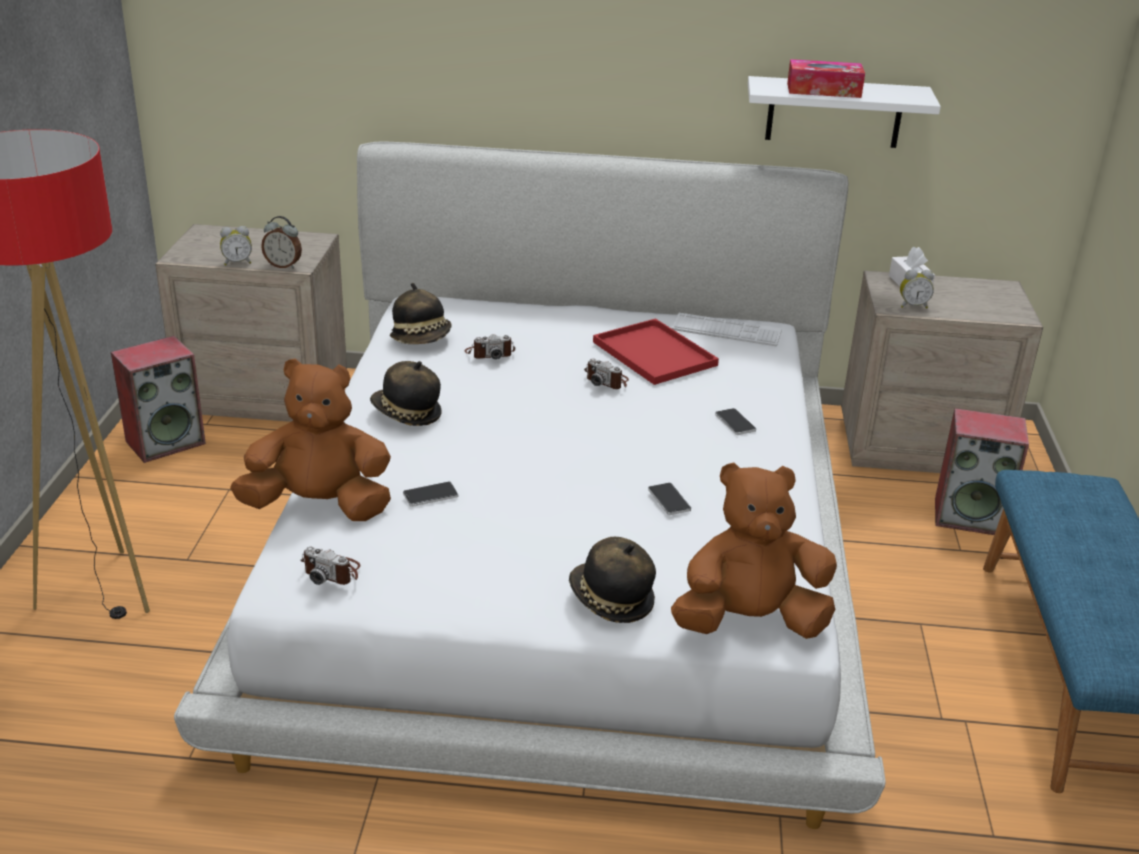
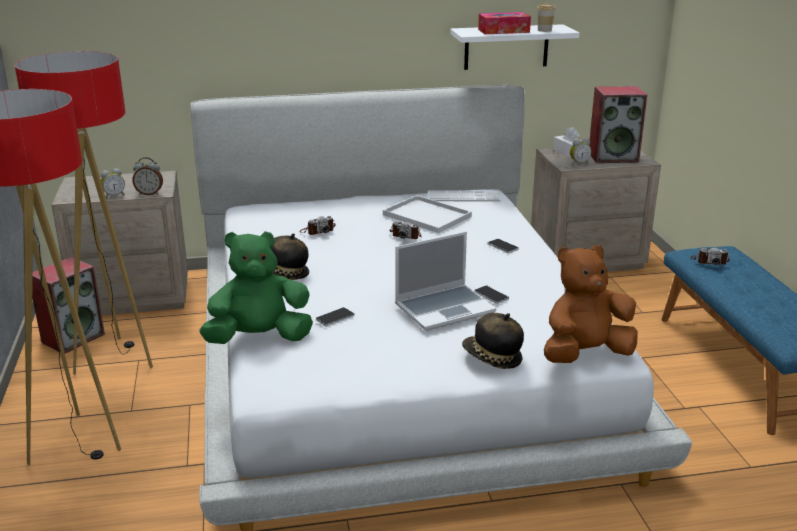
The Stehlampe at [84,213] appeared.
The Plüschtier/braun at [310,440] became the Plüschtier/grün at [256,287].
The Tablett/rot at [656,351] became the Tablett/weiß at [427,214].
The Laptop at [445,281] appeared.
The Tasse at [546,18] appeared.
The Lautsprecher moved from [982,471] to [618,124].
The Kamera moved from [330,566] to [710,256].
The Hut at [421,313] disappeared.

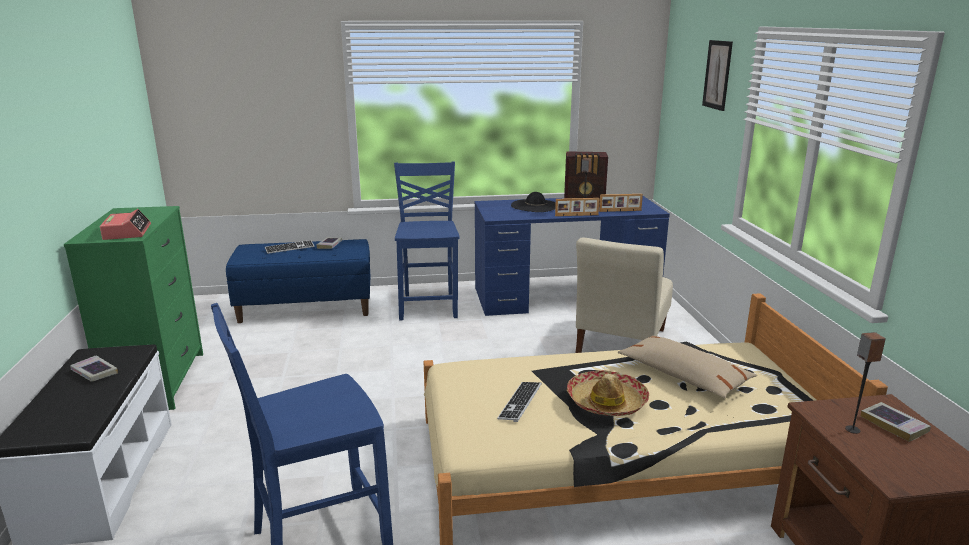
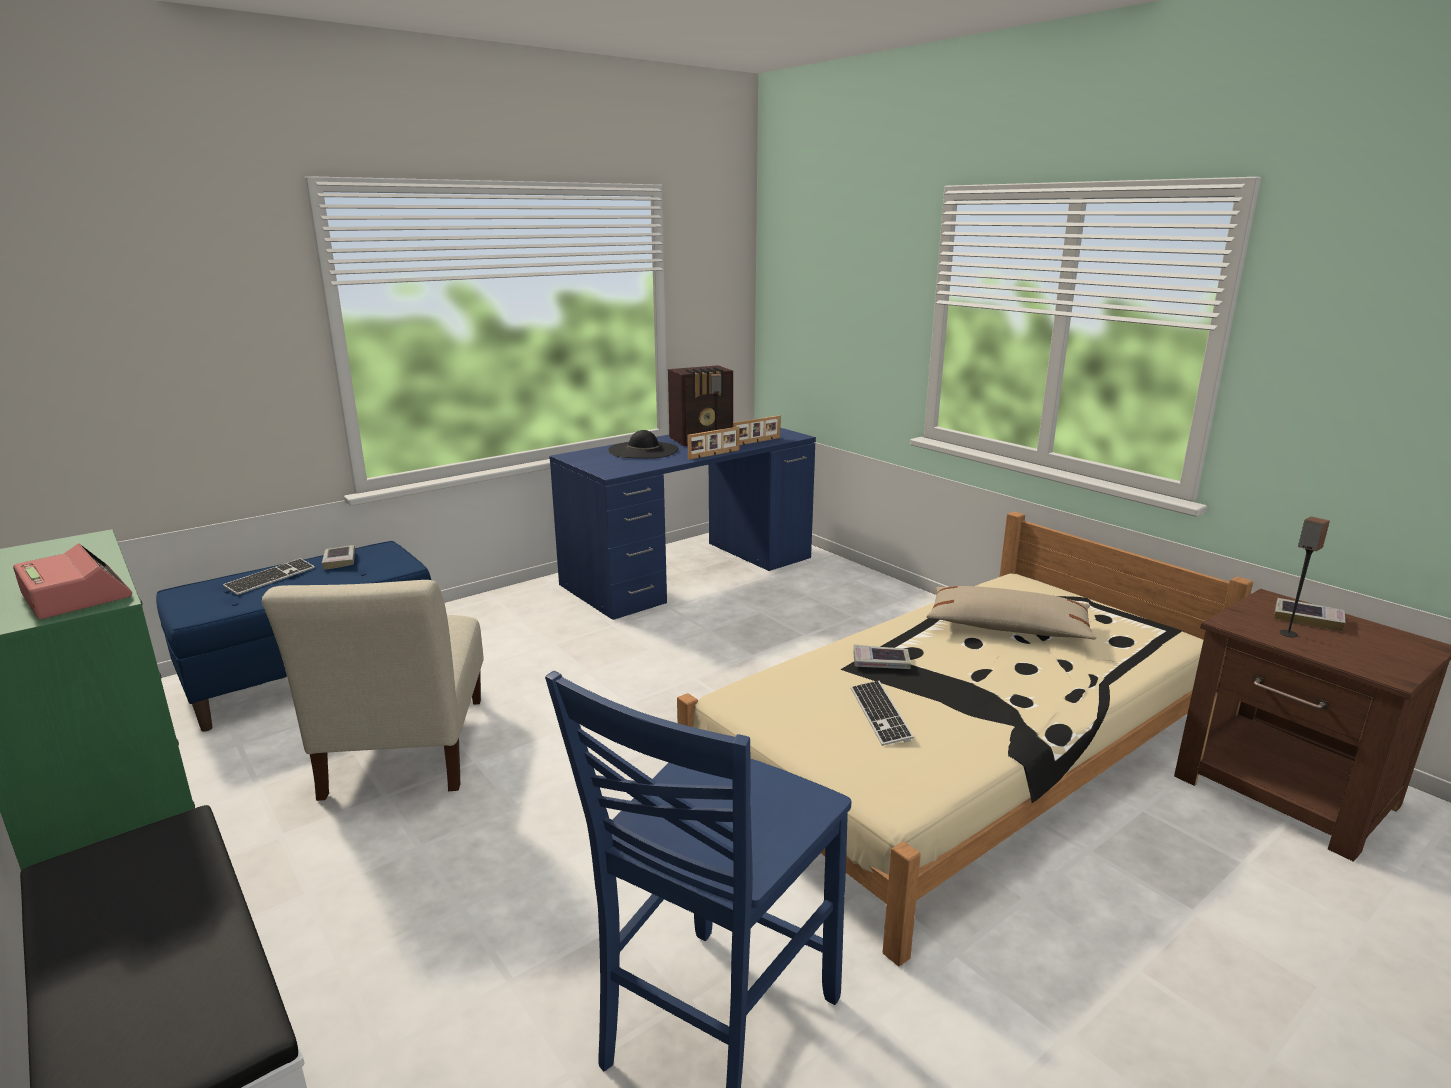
The Stuhl/beige moved from [624,295] to [373,690].
The Buch moved from [94,368] to [882,656].
The Stuhl/blau at [427,241] disappeared.
The Hut at [608,393] disappeared.
The Bild at [717,75] disappeared.

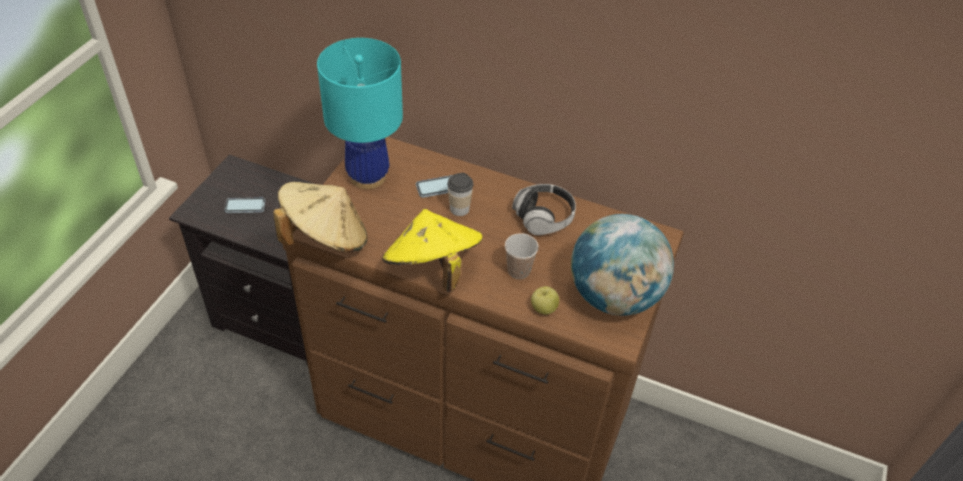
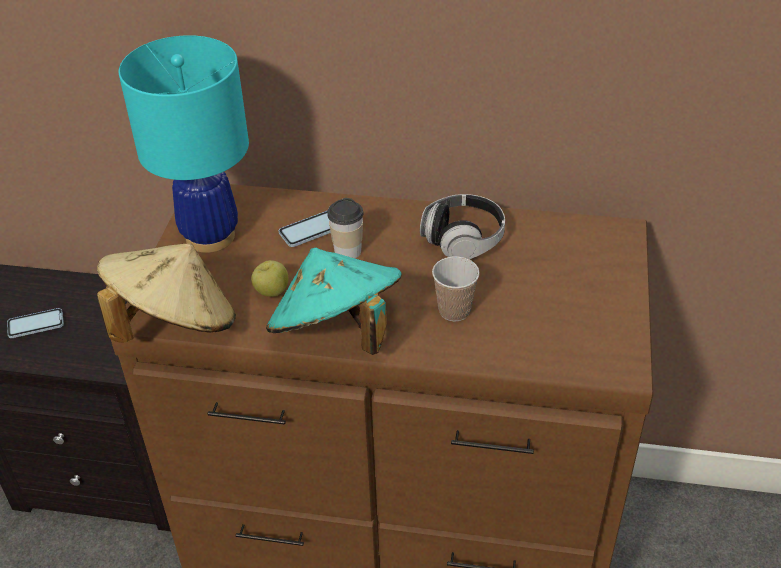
The Apfel moved from [545,300] to [269,278].
The Hut/gelb at [432,250] became the Hut/türkis at [334,301].
The Globus at [622,265] disappeared.

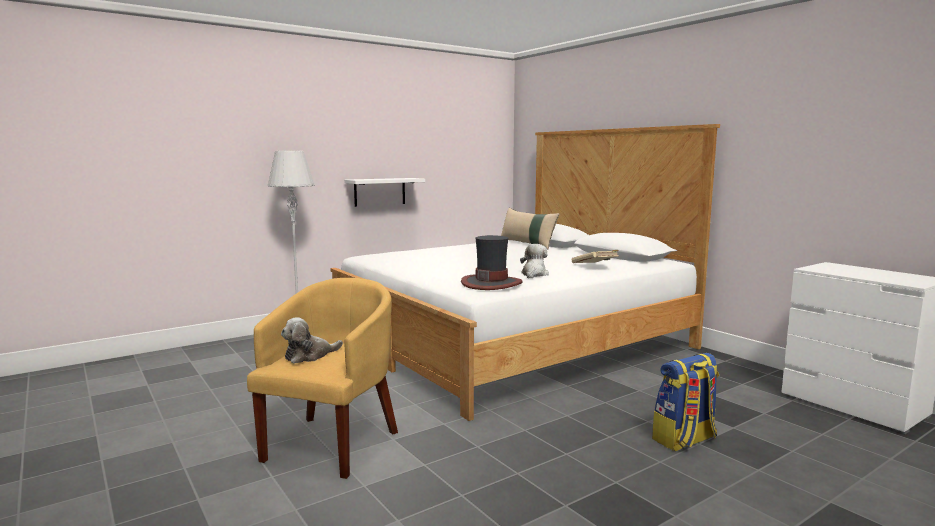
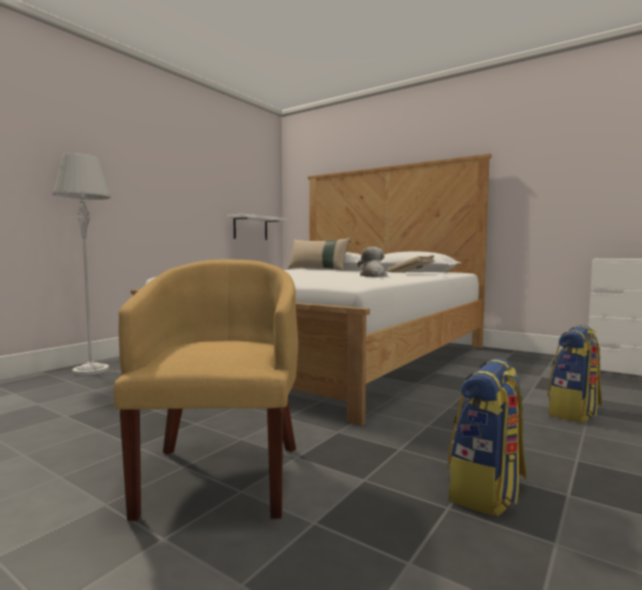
The Wandregal/weiß moved from [384,192] to [257,227].
The Rucksack at [487,437] appeared.
The Plüschtier at [312,340] disappeared.
The Hut at [491,262] disappeared.

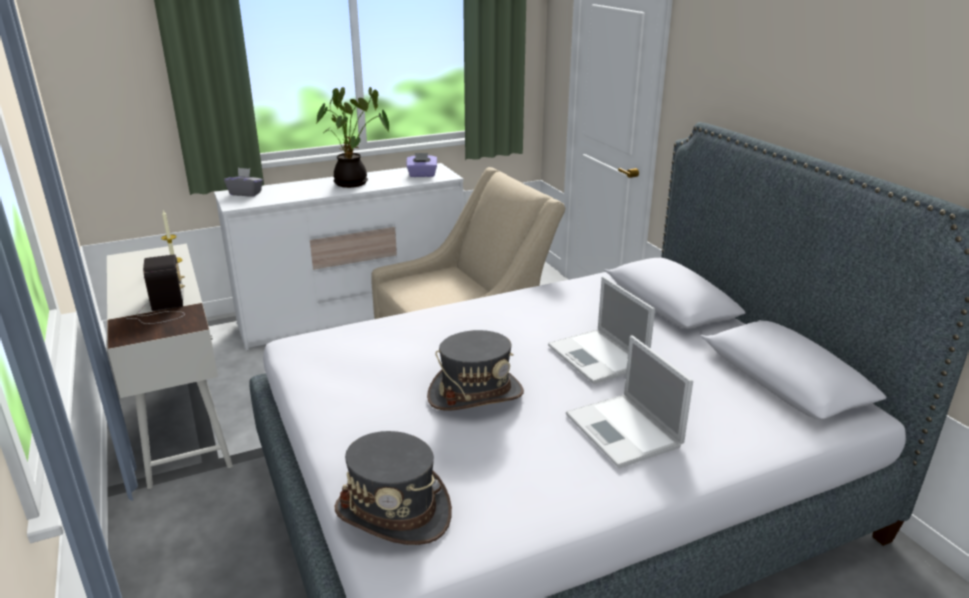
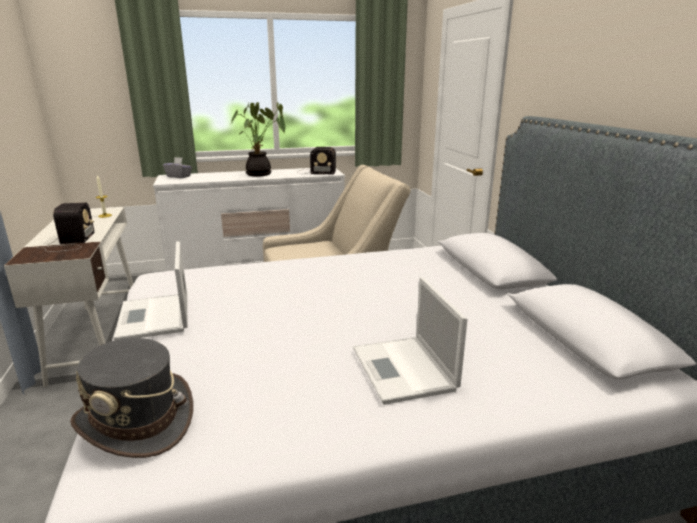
The Laptop moved from [601,330] to [150,291].
The Taschentuchbox/lila at [422,165] was replaced by the Radio at [316,160].
The Hut/grau at [475,370] disappeared.

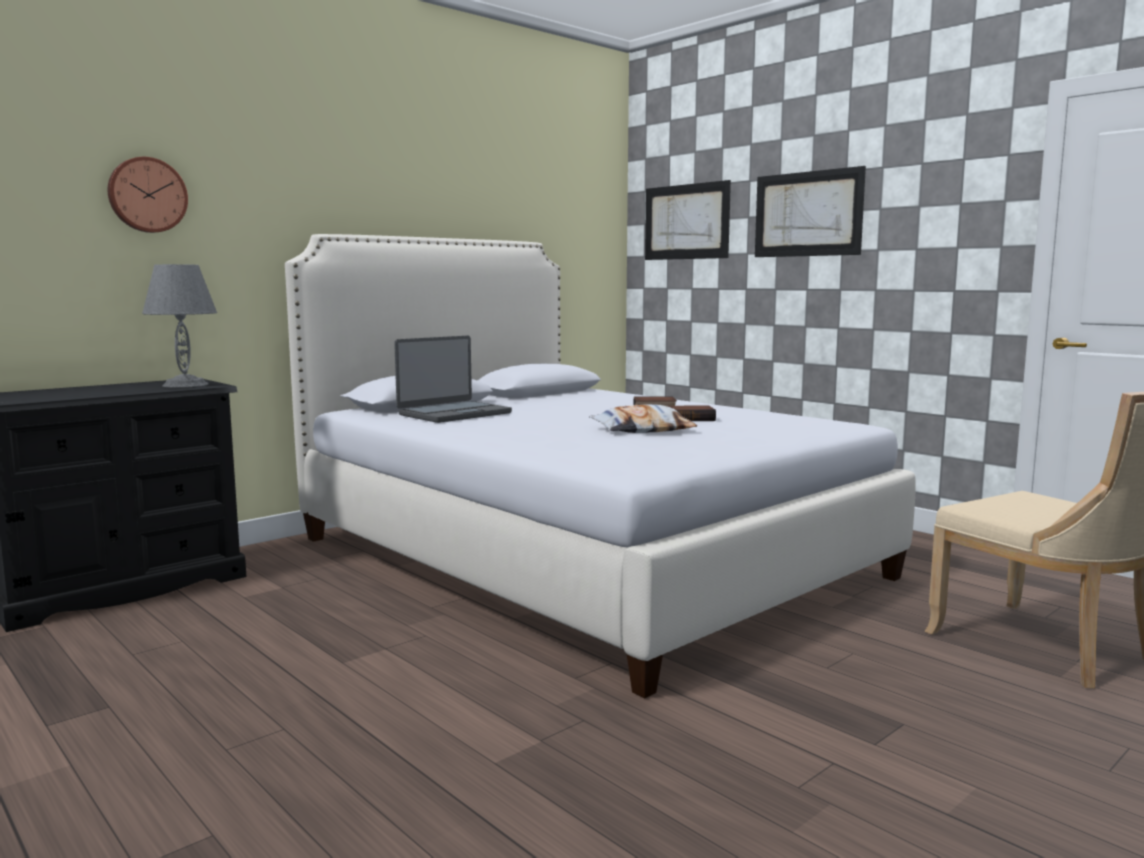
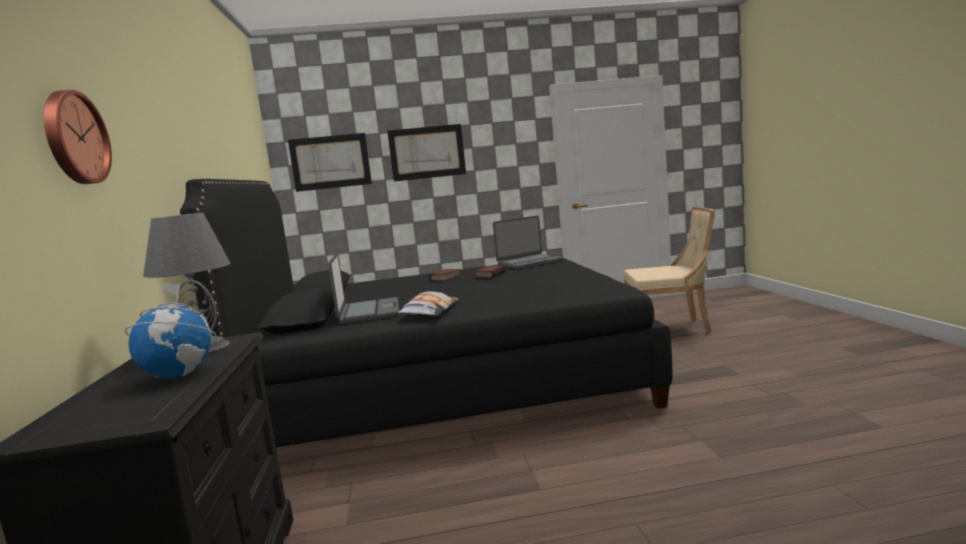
The Globus at [171,329] appeared.
The Bett/weiß at [600,466] became the Bett/schwarz at [426,313].
The Kissen moved from [643,418] to [427,303].
The Laptop at [528,242] appeared.

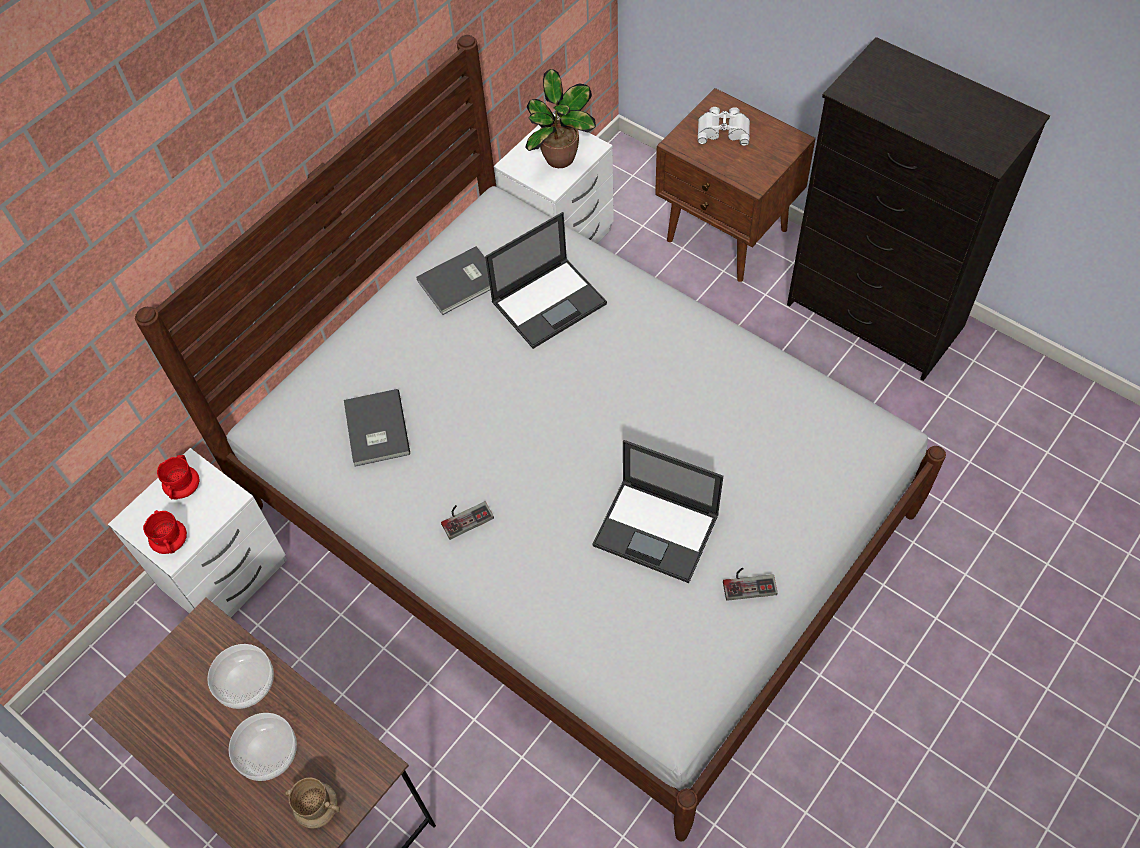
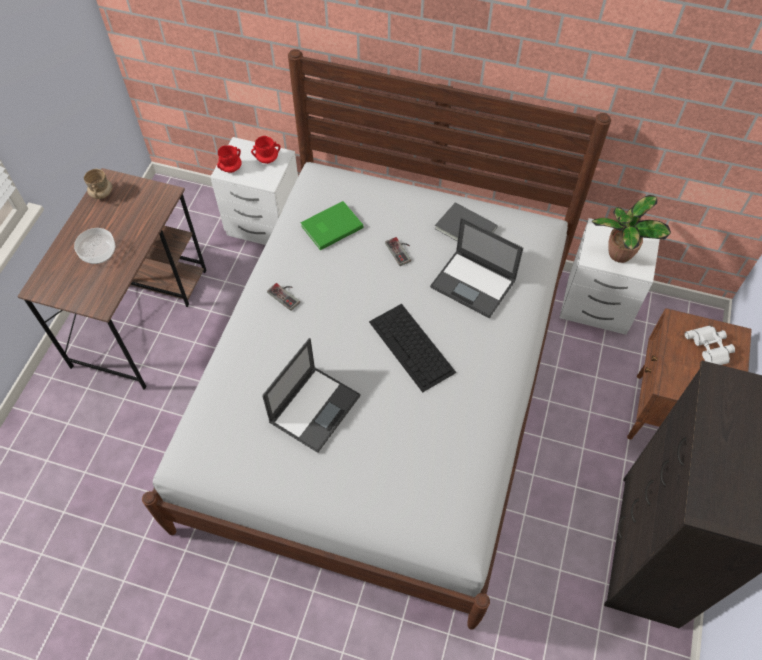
The Henkelbecher/beige moved from [312,802] to [98,184].
The Laptop at [657,511] turned 150 degrees counterclockwise.
The Buch/grau at [377,428] became the Buch/grün at [332,225].
The Tastatur at [412,348] appeared.
The Gamepad moved from [750,584] to [398,251].
The Schüssel at [240,676] disappeared.

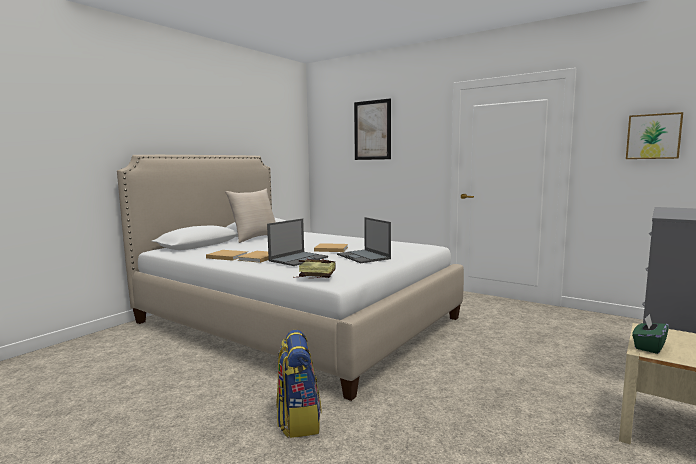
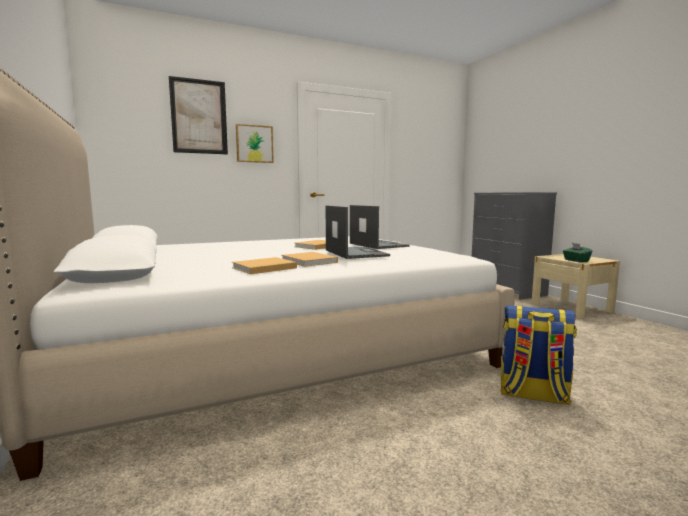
The Bild moved from [654,135] to [255,143].
The Laptop at [364,240] turned 120 degrees counterclockwise.
The Kissen/beige at [250,215] disappeared.
The Buch at [314,268] disappeared.

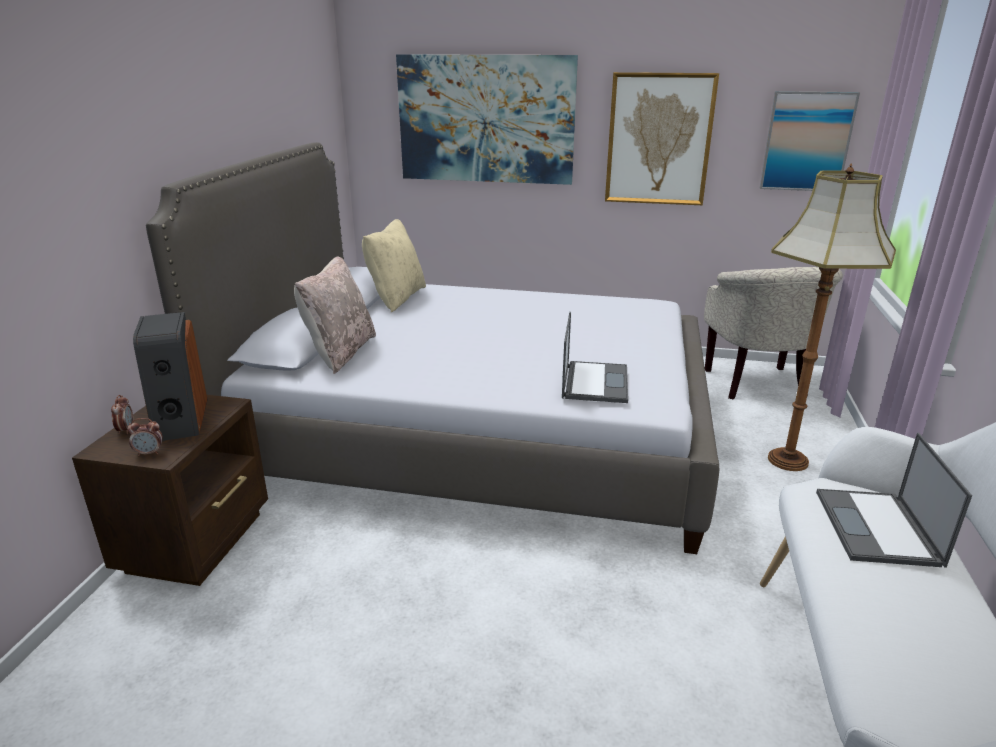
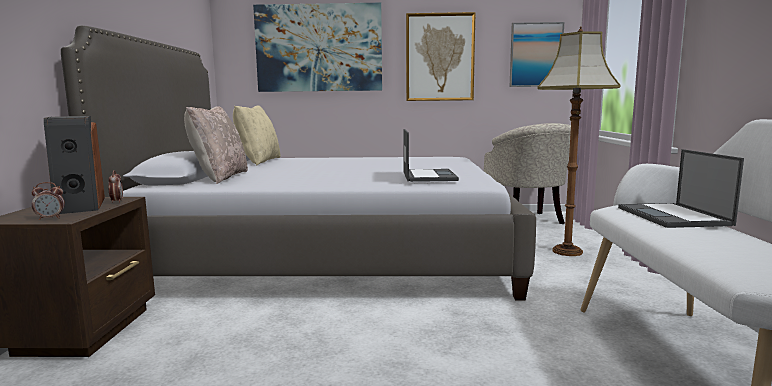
The Wecker moved from [122,414] to [115,186].

